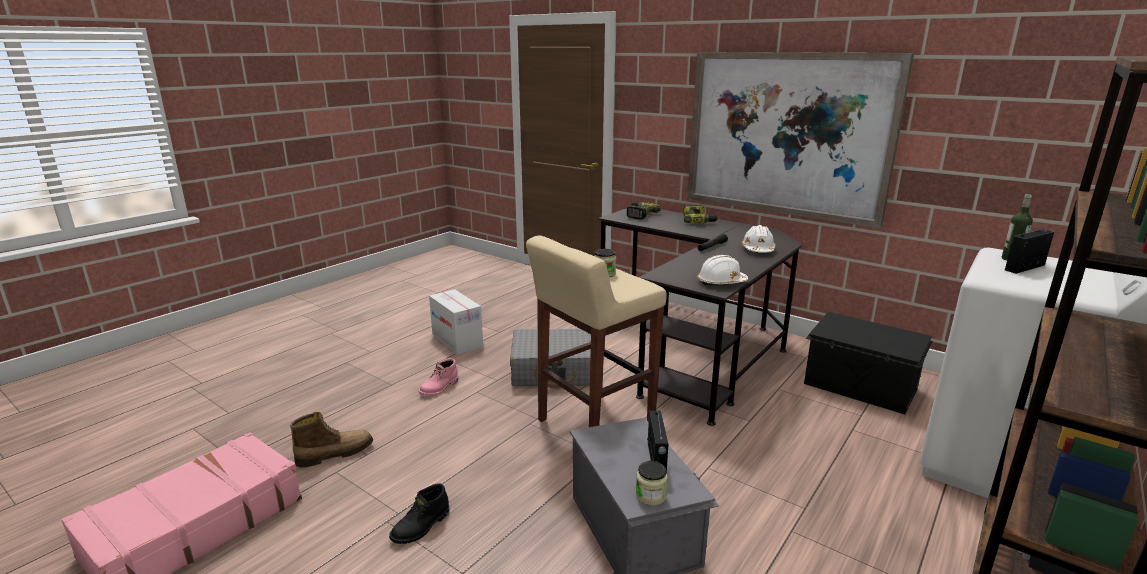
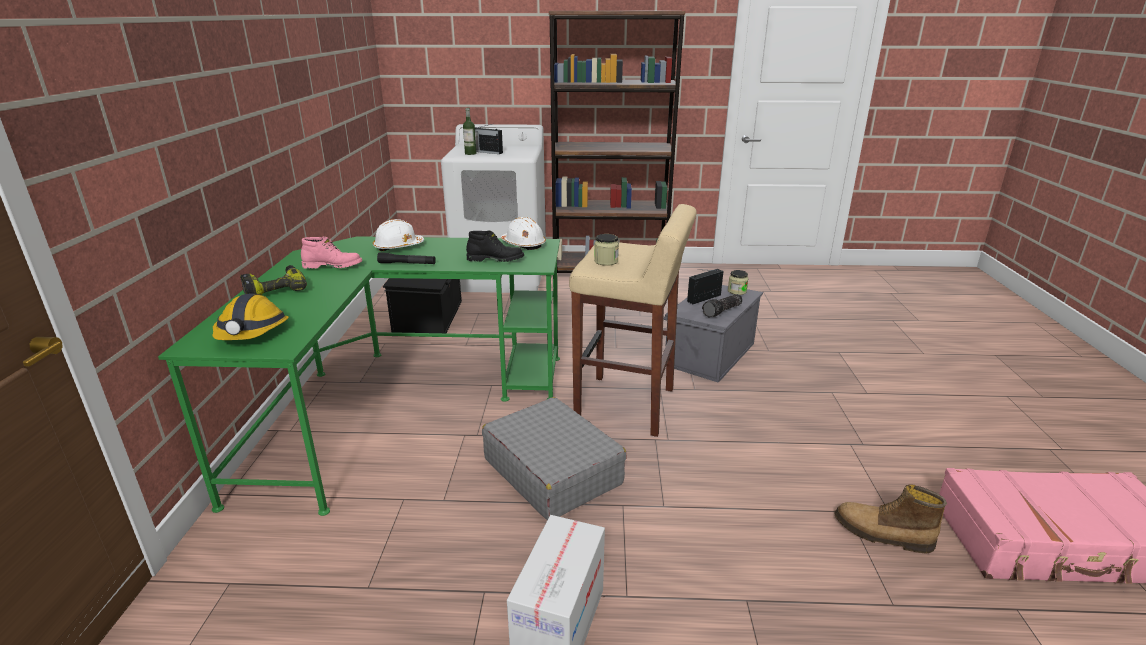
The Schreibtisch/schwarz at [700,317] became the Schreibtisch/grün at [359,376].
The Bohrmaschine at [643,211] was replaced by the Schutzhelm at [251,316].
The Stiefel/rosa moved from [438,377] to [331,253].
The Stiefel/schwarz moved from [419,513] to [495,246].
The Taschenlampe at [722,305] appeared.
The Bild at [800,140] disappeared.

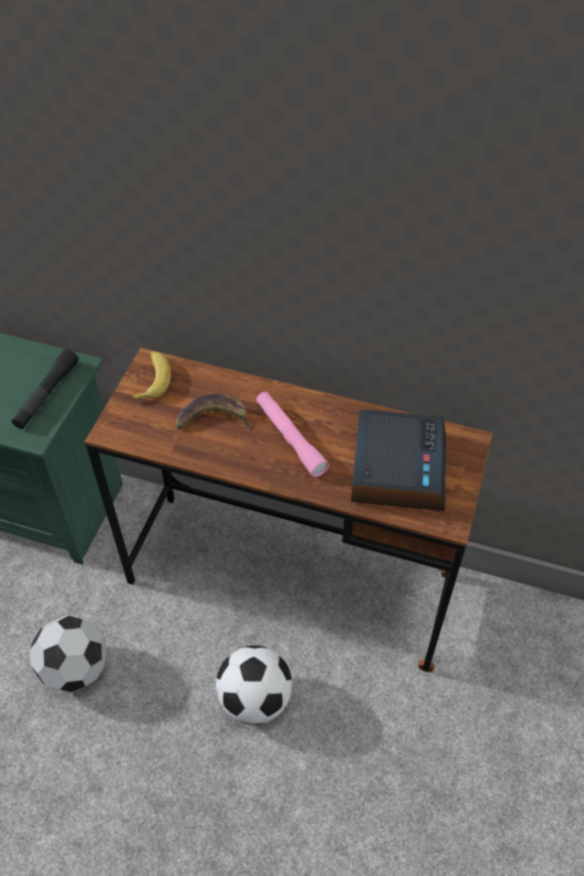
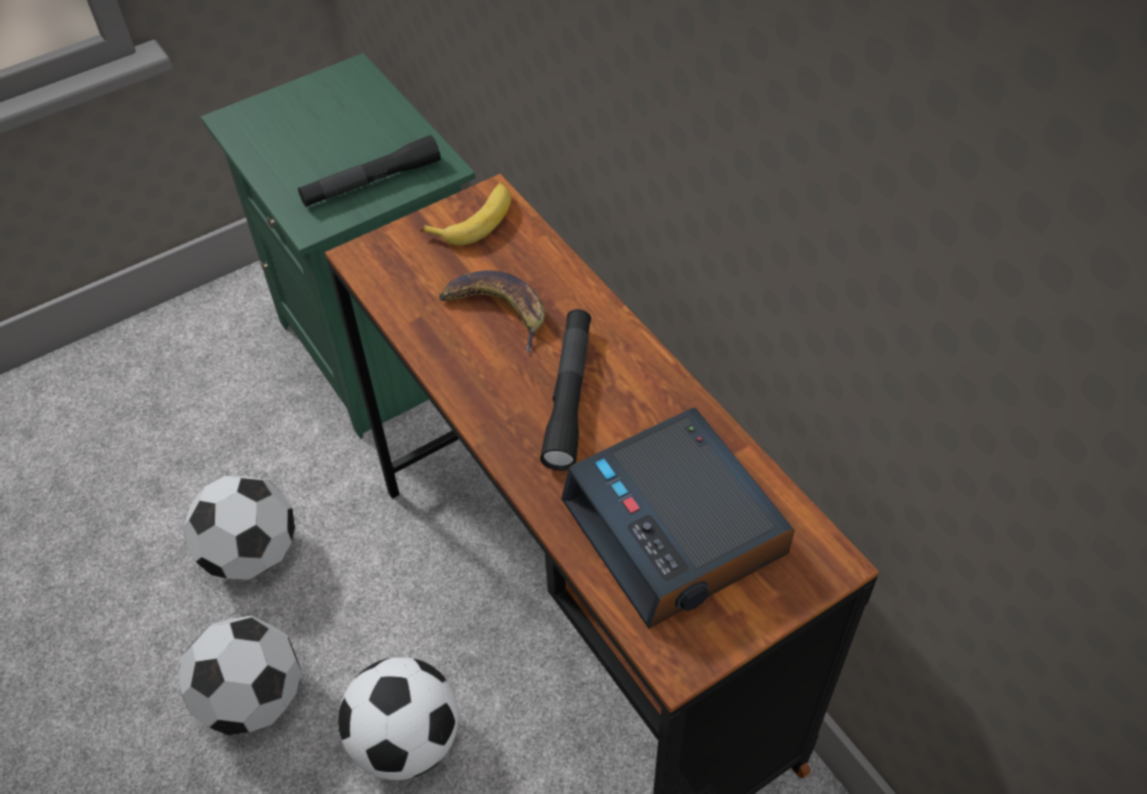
The Fußball at [239,675] appeared.
The Taschenlampe/rosa at [292,434] became the Taschenlampe/schwarz at [565,390].
The Wecker at [398,460] turned 105 degrees clockwise.

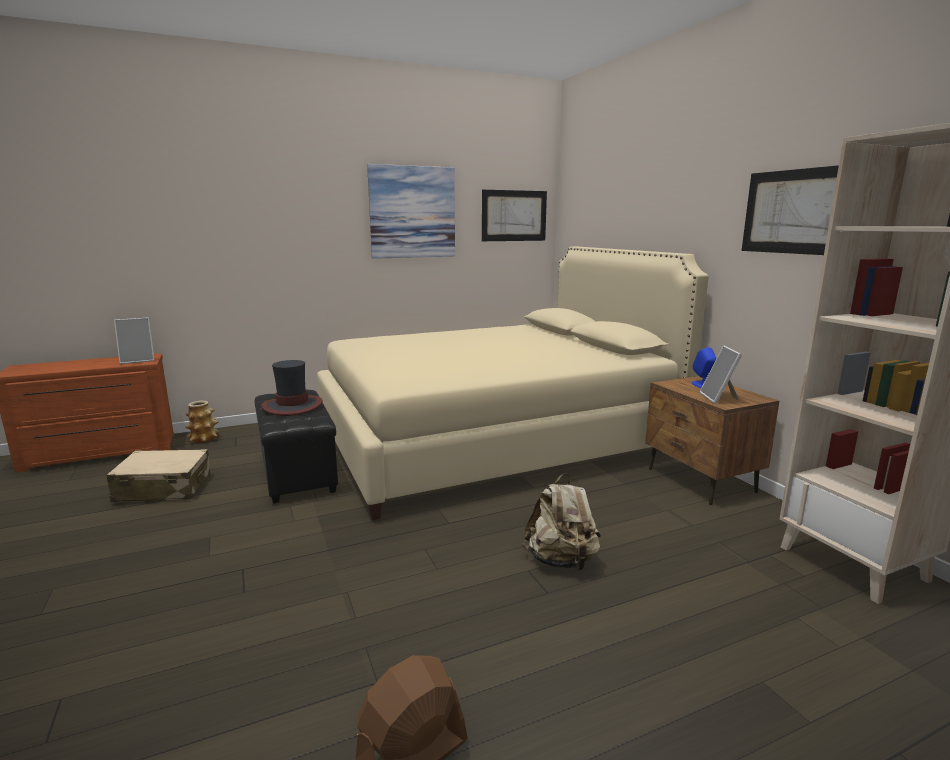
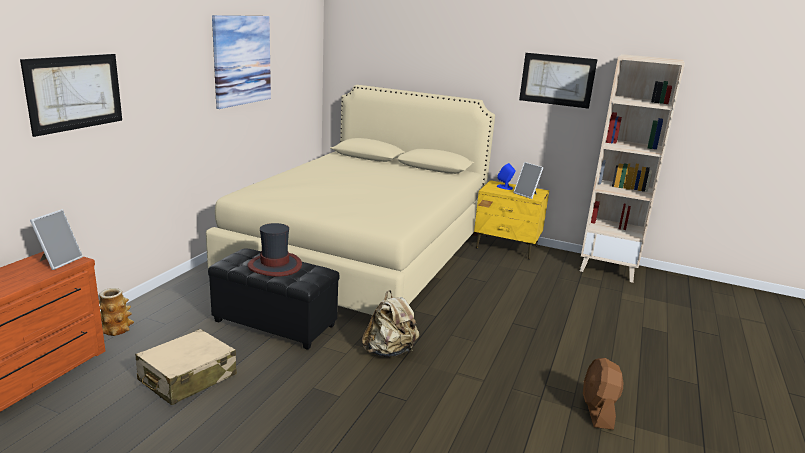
The Bild moved from [514,215] to [71,95].
The Rucksack/beige moved from [561,522] to [390,323].
The Nachttisch/braun at [712,440] became the Nachttisch/gelb at [511,220].

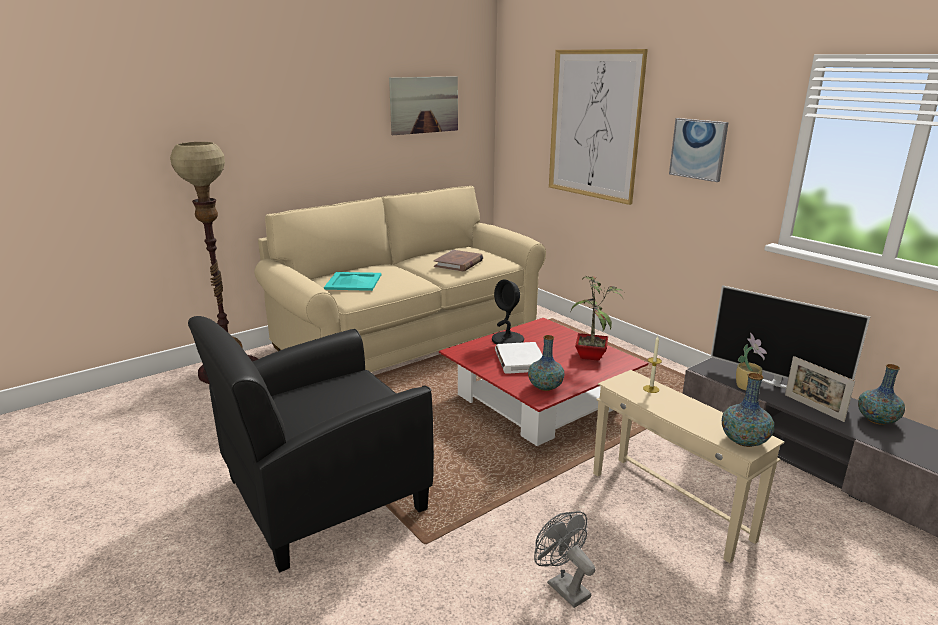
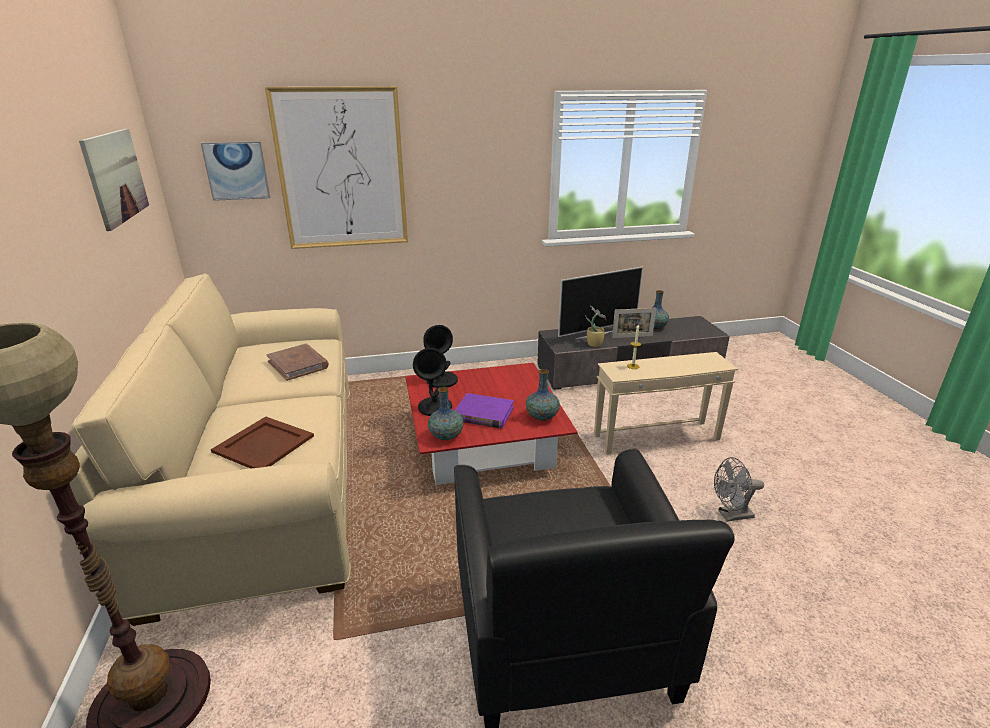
The Bild moved from [699,150] to [235,171].
The Tablett/türkis at [352,281] became the Tablett/braun at [262,442].
The Tischlampe/schwarz at [440,356] appeared.
The Vase moved from [748,410] to [446,413].
The Buch/weiß at [518,358] became the Buch/lila at [484,411].
The Topfpflanze at [597,318] disappeared.

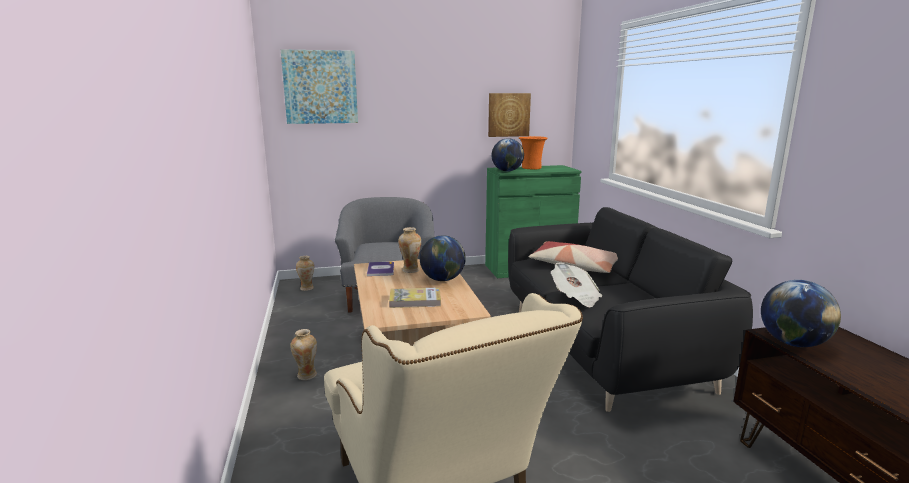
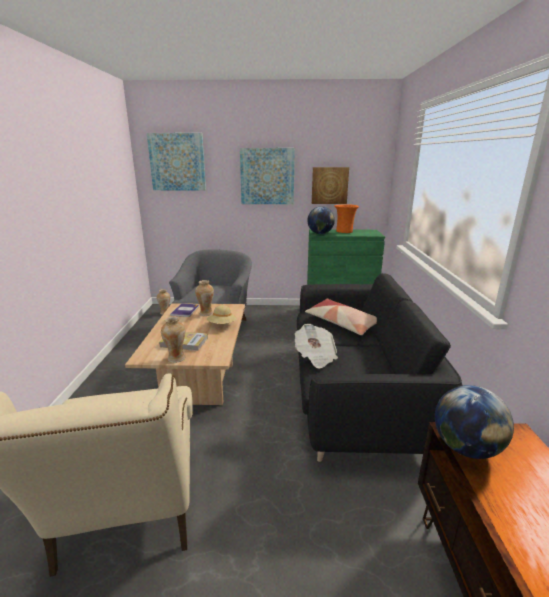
The Vase moved from [303,354] to [173,339].
The Globus at [443,258] was replaced by the Hut/beige at [222,314].
The Bild at [267,176] appeared.

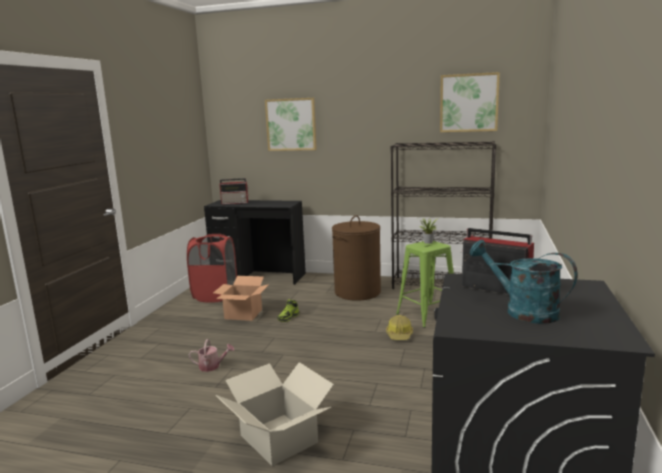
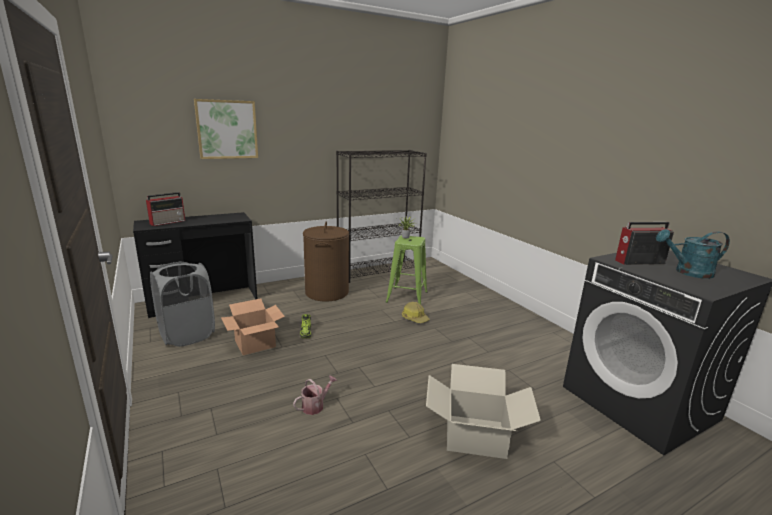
The Wäschekorb/rot at [212,268] became the Wäschekorb/grau at [182,304].
The Bild at [470,102] disappeared.

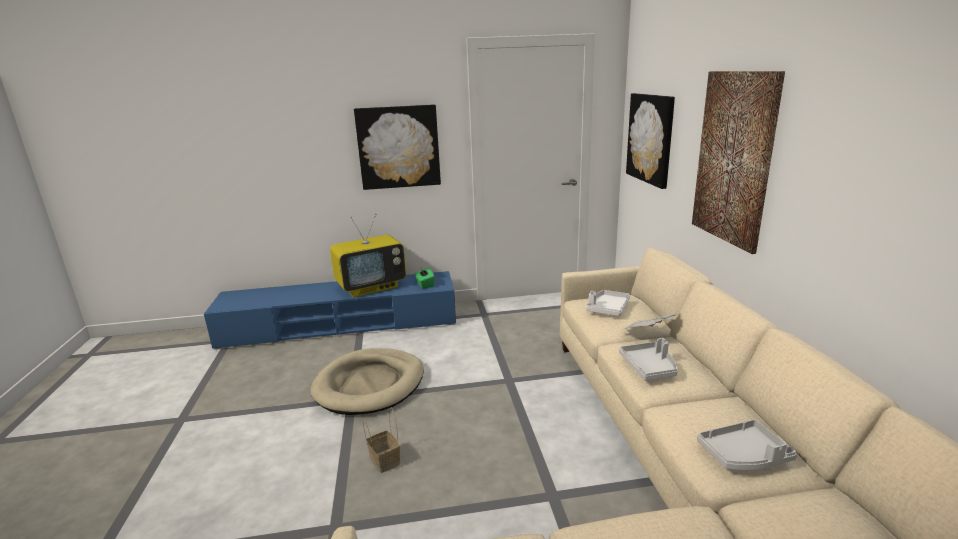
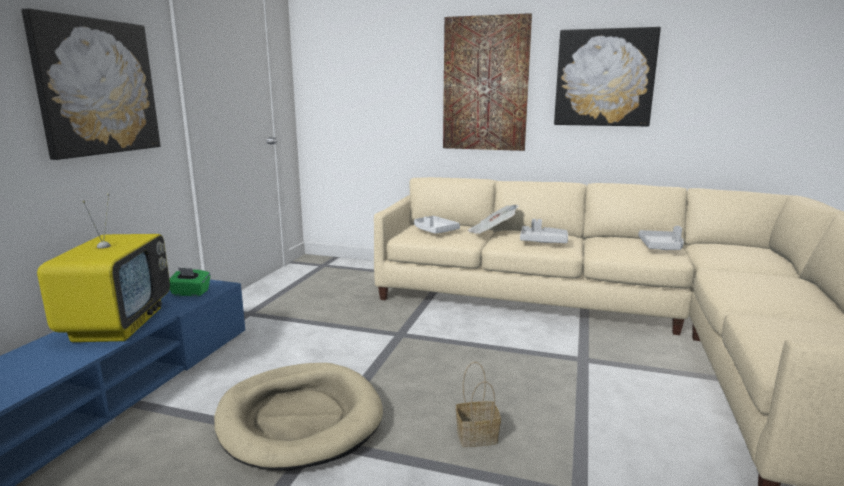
The Bild moved from [650,141] to [607,77].

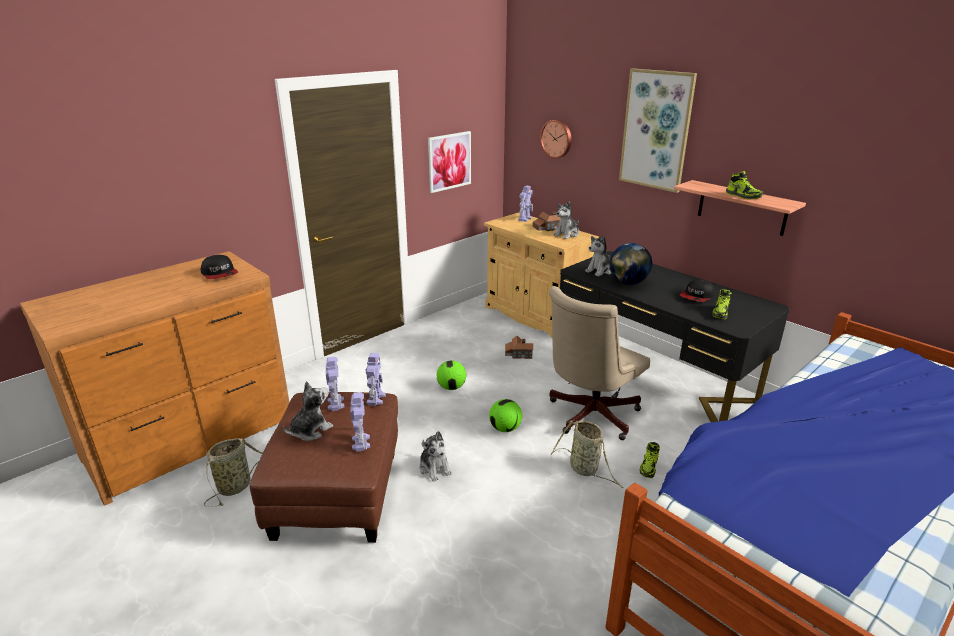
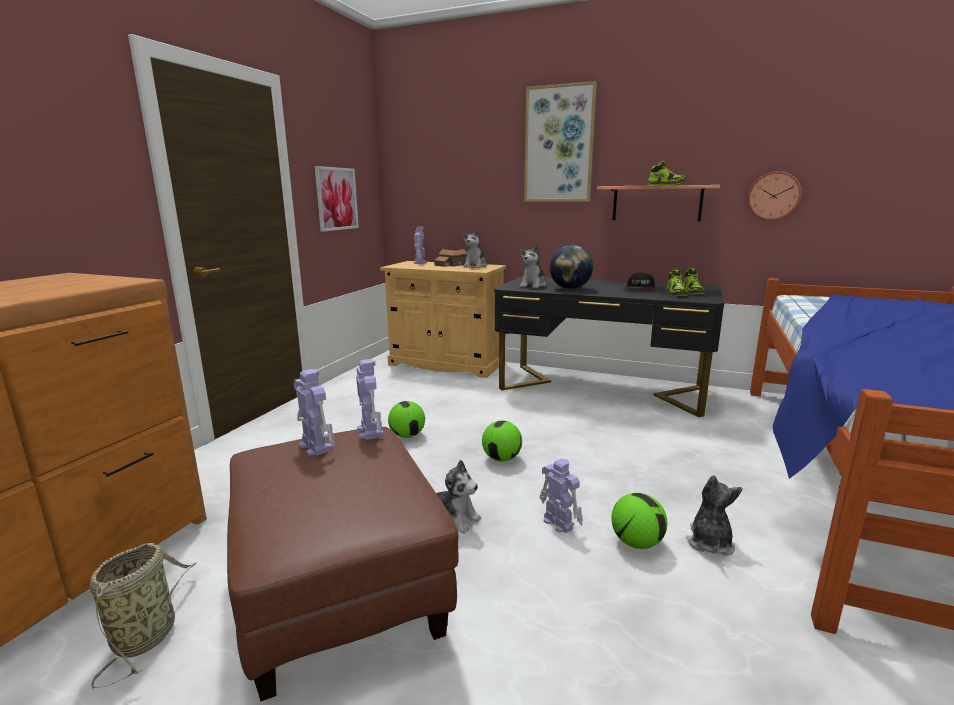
The Spielzeugroboter moved from [360,422] to [561,496].
The Fußball at [639,521] appeared.
The Schuh moved from [650,460] to [693,281].
The Plüschtier moved from [308,411] to [714,515].
The Wanduhr moved from [556,139] to [774,196].
The Kappe at [219,267] disappeared.
The Spielzeughaus at [519,347] disappeared.
The Bürostuhl/beige at [599,363] disappeared.
The Korb at [587,454] disappeared.

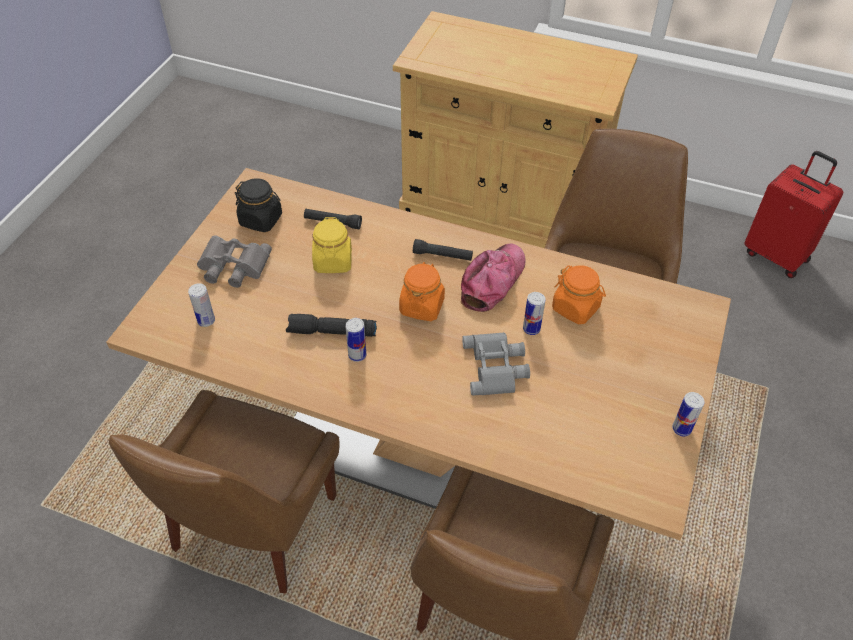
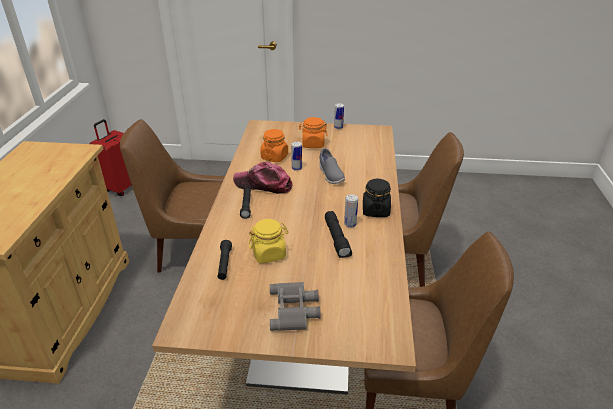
The Vorratsglas/orange moved from [422,291] to [313,132].
The Fernglas/grau at [496,364] was replaced by the Schuh/grau at [332,166].
The Vorratsglas/schwarz moved from [258,205] to [377,198].
The Dose at [201,305] disappeared.

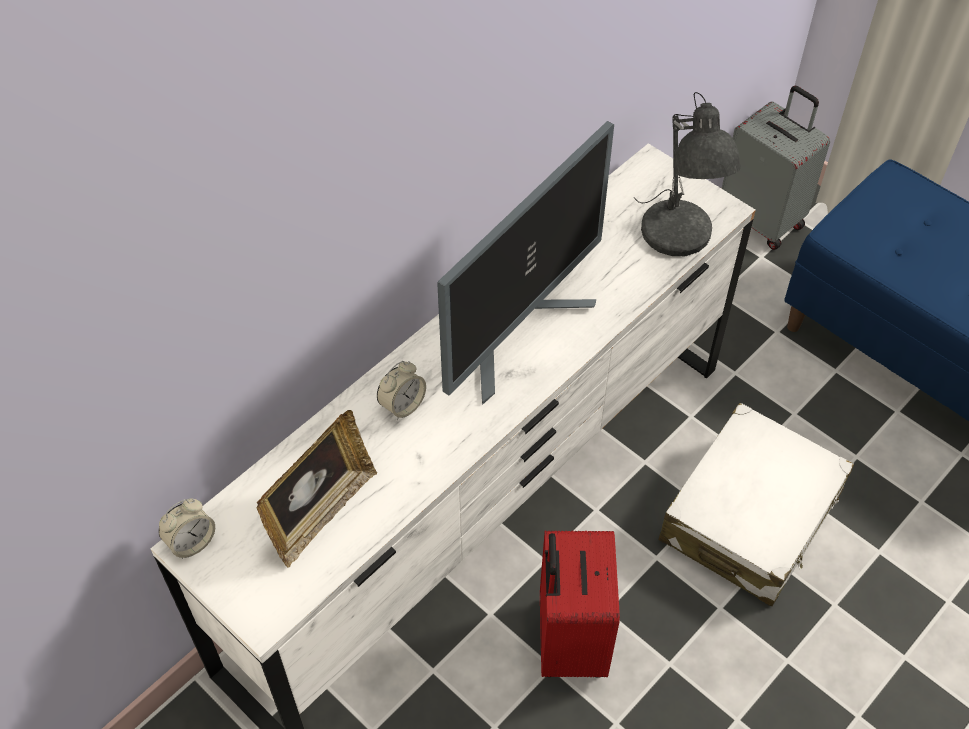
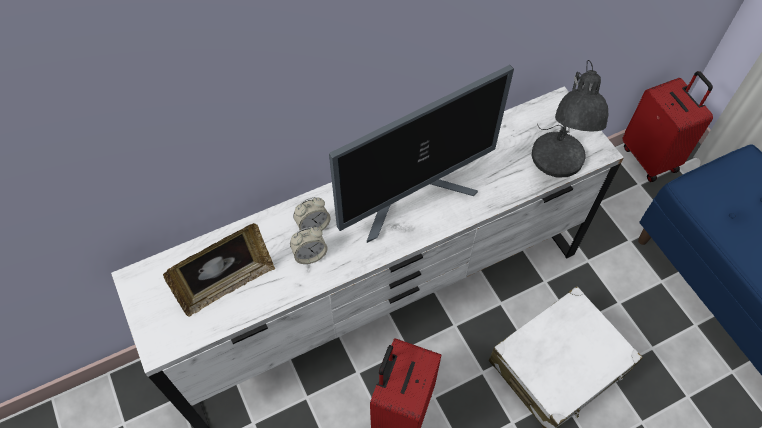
The Wecker moved from [186,529] to [309,245].
The Koffer/grau at [776,168] became the Koffer/rot at [667,126].

